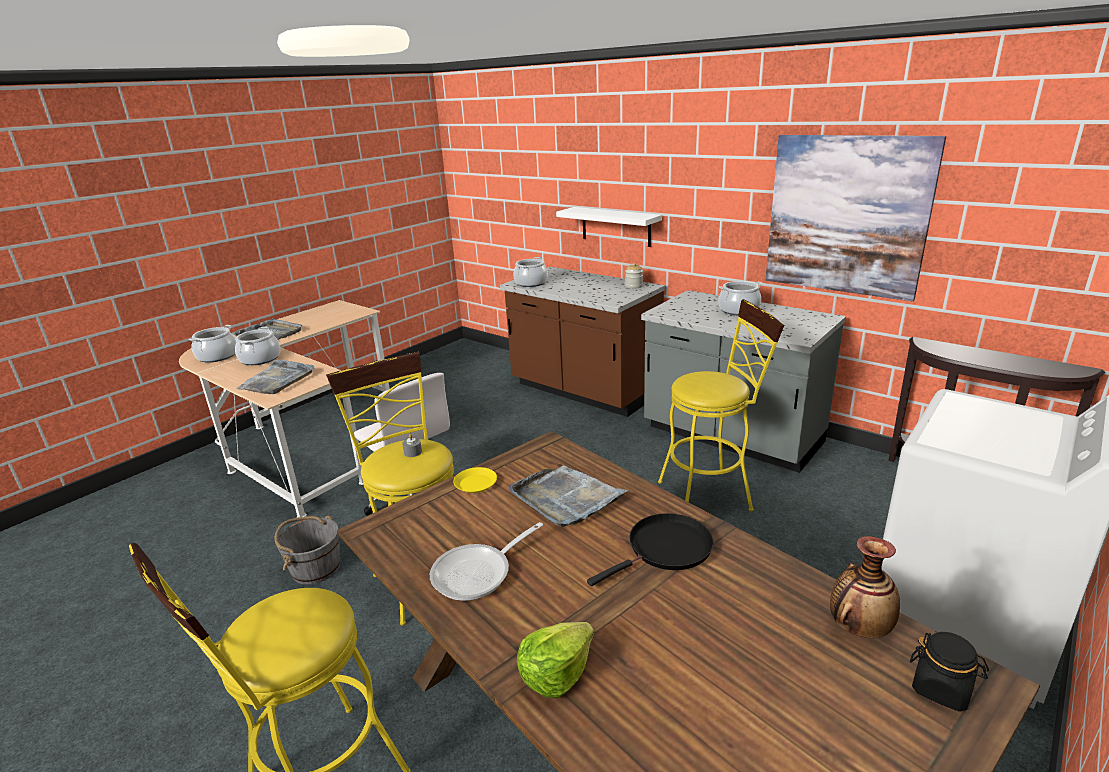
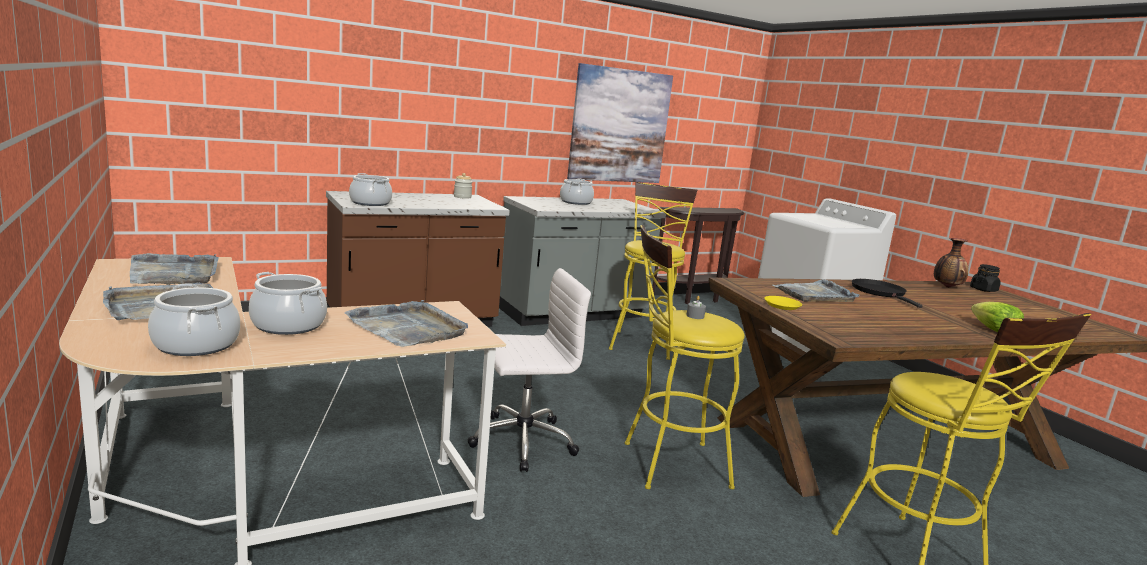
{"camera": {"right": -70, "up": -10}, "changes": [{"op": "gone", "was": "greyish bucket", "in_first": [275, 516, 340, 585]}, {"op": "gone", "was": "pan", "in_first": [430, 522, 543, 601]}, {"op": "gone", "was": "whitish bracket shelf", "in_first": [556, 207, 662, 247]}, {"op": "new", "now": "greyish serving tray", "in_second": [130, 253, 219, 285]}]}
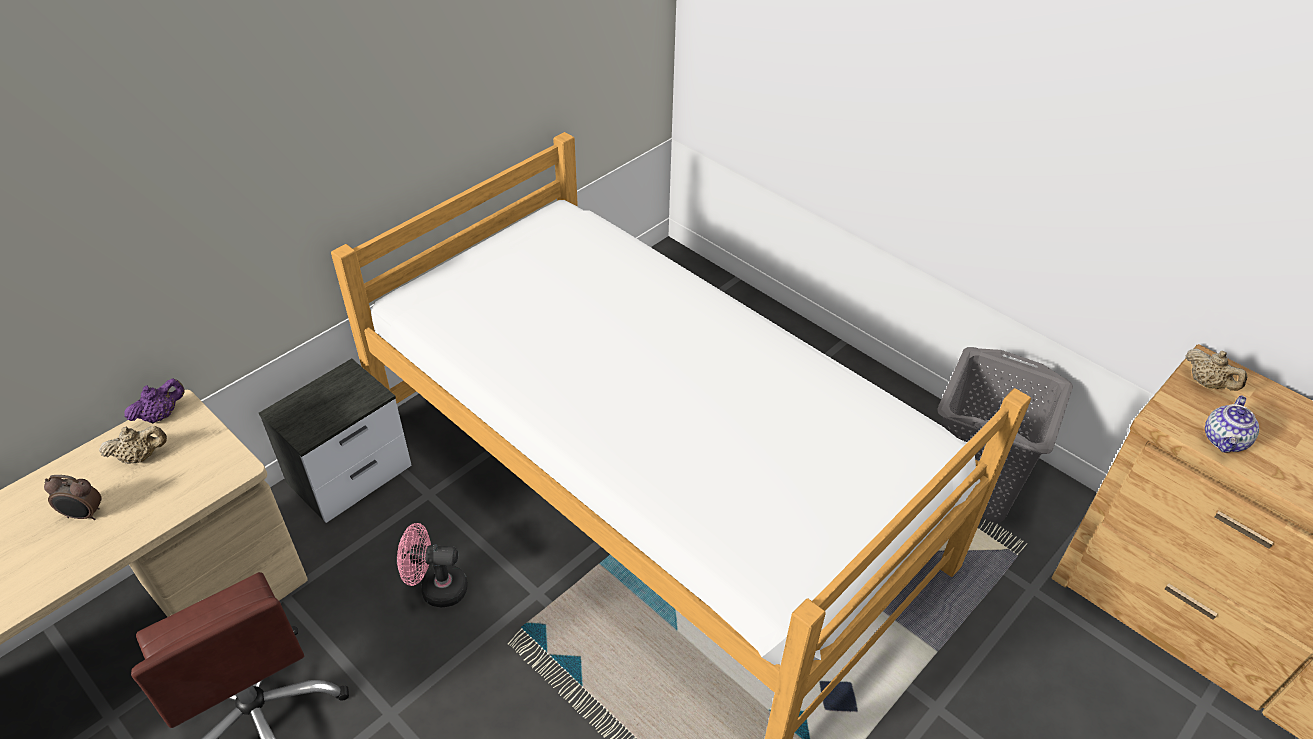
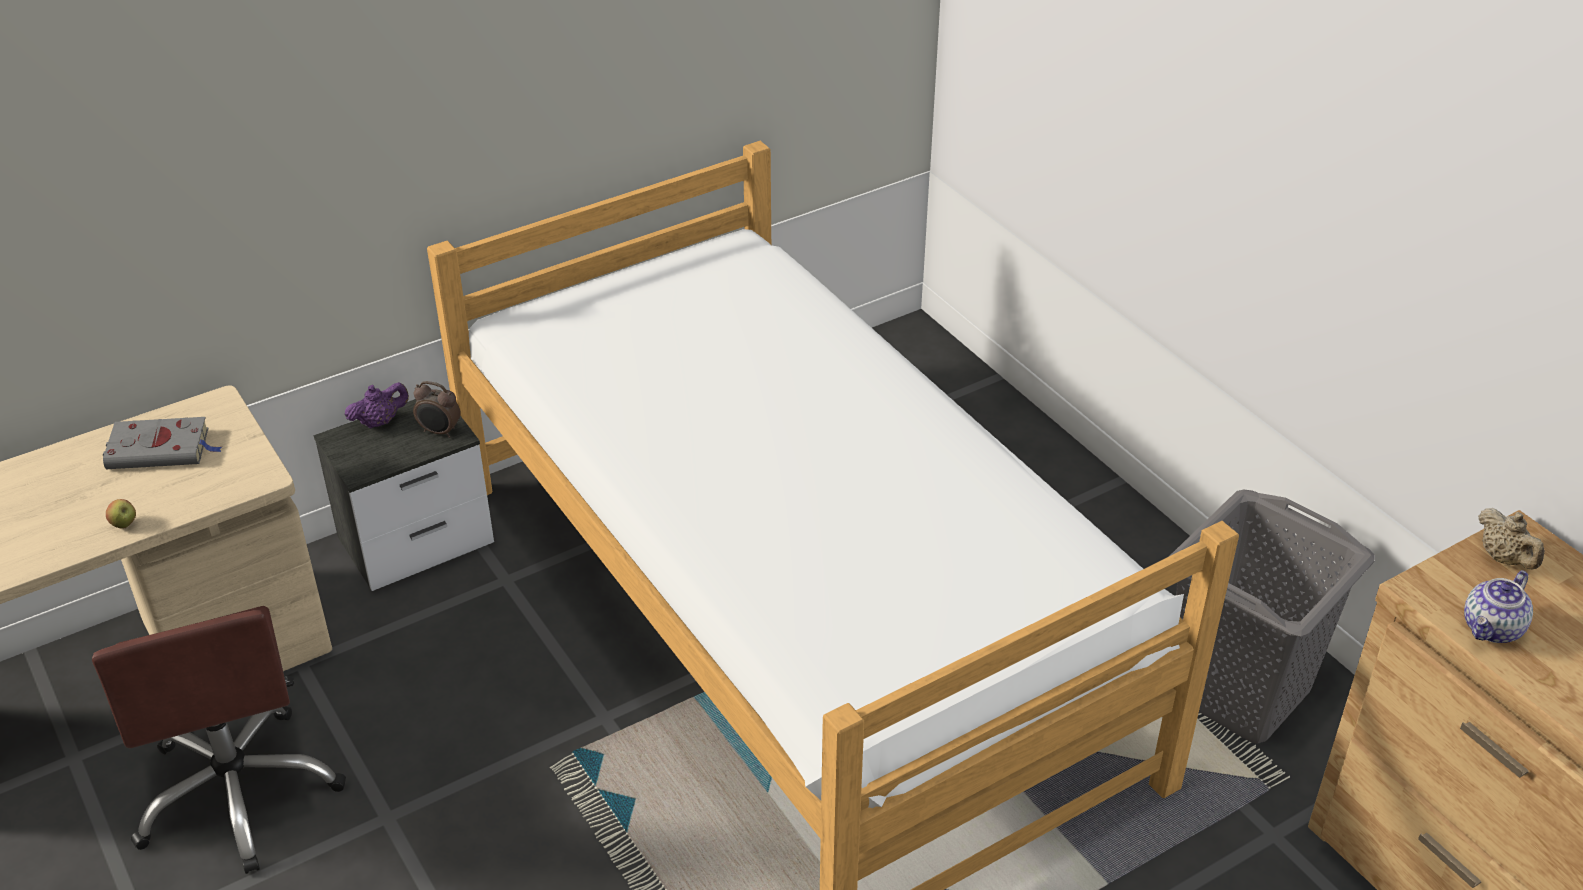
{"camera": {"right": 15, "up": -5}, "changes": [{"op": "gone", "was": "pinkish cooling fan", "in_first": [397, 523, 468, 607]}, {"op": "new", "now": "apple fruit", "in_second": [106, 499, 136, 528]}, {"op": "shifted", "was": "table clock", "in_first": [44, 475, 102, 520], "in_second": [413, 381, 461, 438]}, {"op": "shifted", "was": "purplish pot for tea", "in_first": [124, 378, 185, 424], "in_second": [345, 382, 409, 429]}, {"op": "swapped", "was": "beige pot for tea", "now": "greyish volume", "in_first": [99, 426, 167, 464], "in_second": [103, 417, 222, 469]}]}
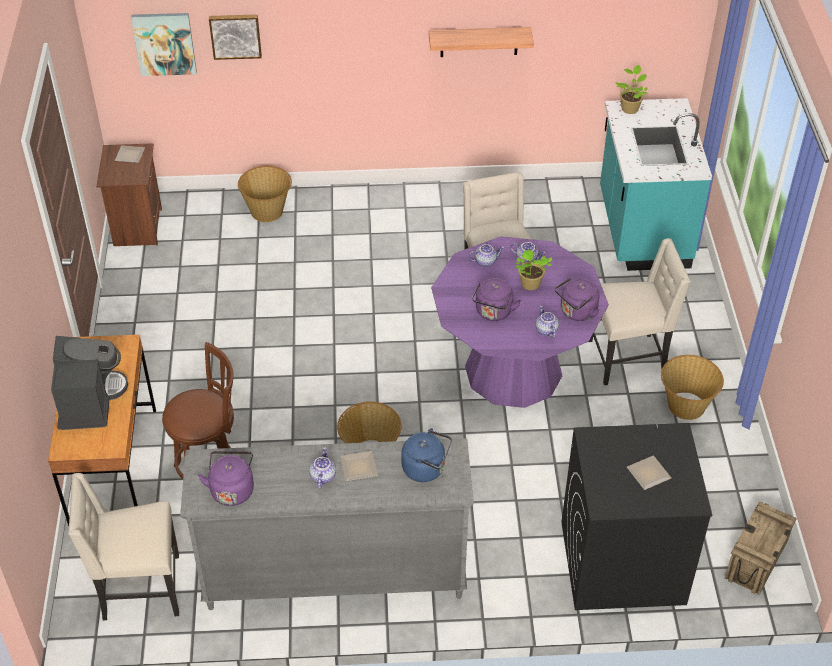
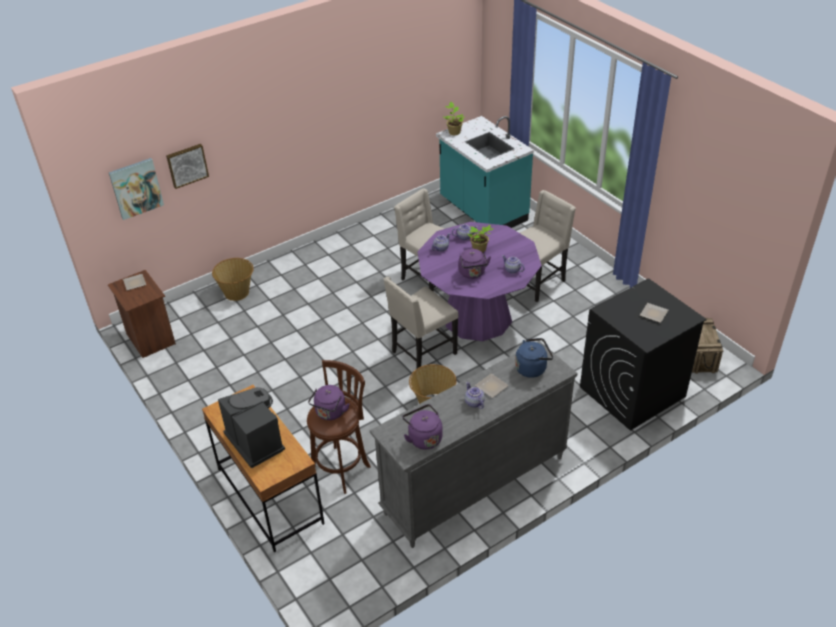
{"camera": {"right": -30, "up": -5}, "changes": [{"op": "gone", "was": "bracket shelf", "in_first": [429, 27, 534, 57]}, {"op": "gone", "was": "household basket", "in_first": [661, 355, 724, 420]}, {"op": "shifted", "was": "beige chair", "in_first": [68, 473, 179, 621], "in_second": [383, 276, 459, 369]}, {"op": "shifted", "was": "purplish kettle", "in_first": [555, 277, 599, 321], "in_second": [308, 385, 349, 420]}]}
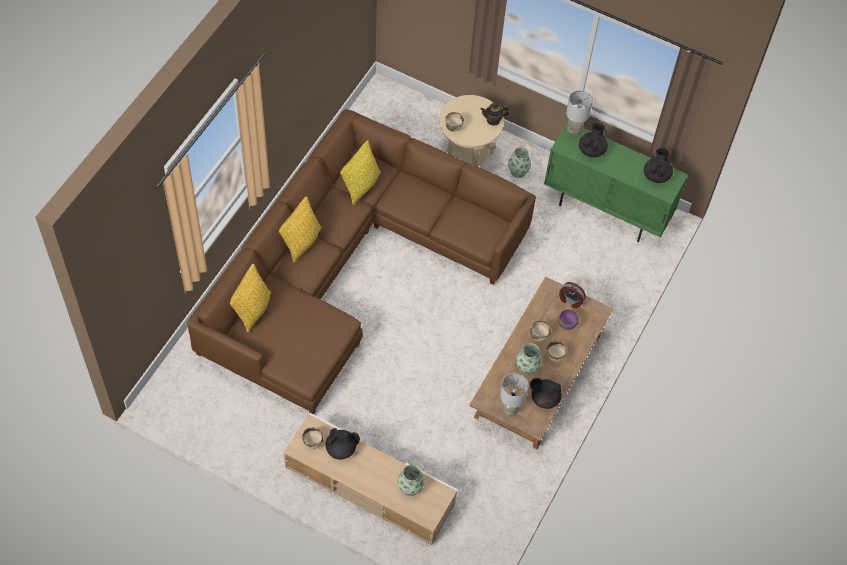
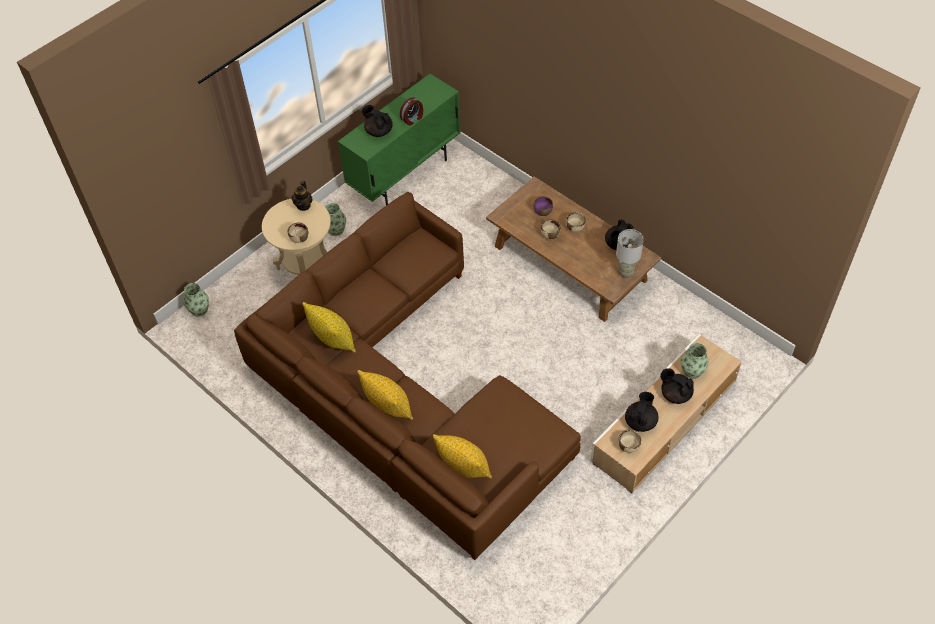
{"camera": {"right": -70, "up": -5}, "changes": [{"op": "gone", "was": "greyish lamp for a table", "in_first": [566, 90, 593, 136]}, {"op": "shifted", "was": "flower vase", "in_first": [516, 343, 542, 375], "in_second": [184, 283, 209, 317]}, {"op": "shifted", "was": "table clock", "in_first": [559, 282, 586, 308], "in_second": [400, 97, 423, 126]}, {"op": "shifted", "was": "blackish pot for tea", "in_first": [644, 148, 673, 183], "in_second": [660, 368, 694, 404]}]}
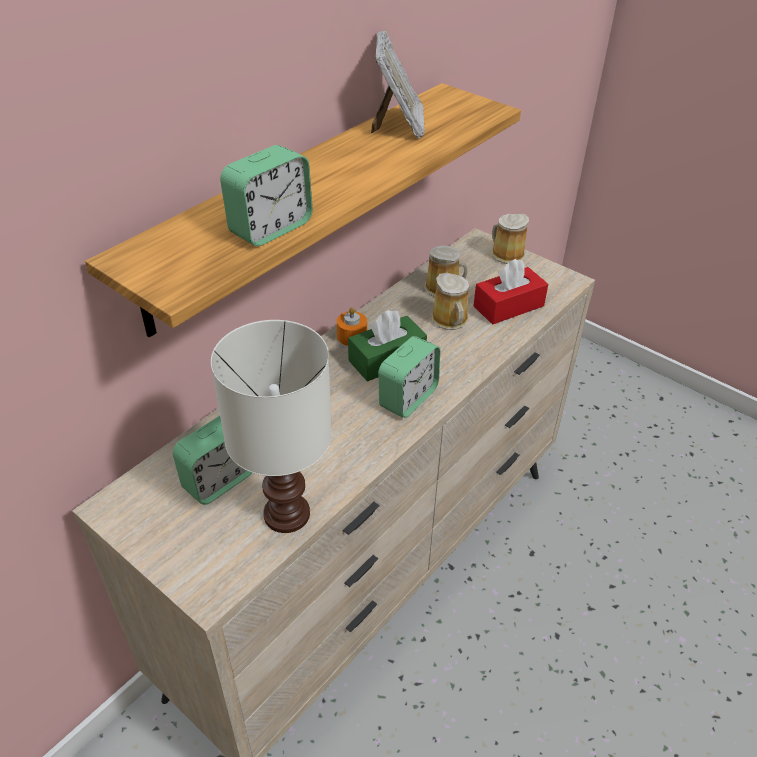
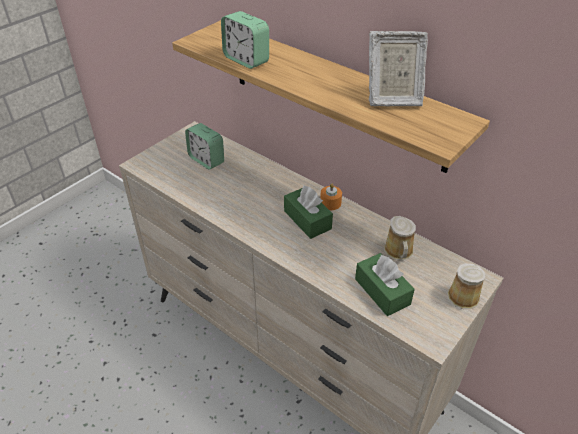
{"camera": {"right": 90, "up": 0}, "changes": [{"op": "gone", "was": "whitish lamp for a table", "in_first": [211, 320, 332, 533]}, {"op": "gone", "was": "table clock", "in_first": [378, 336, 440, 418]}, {"op": "gone", "was": "coffee mug", "in_first": [431, 273, 469, 330]}, {"op": "repainted", "was": "reddish tissue holder", "now": "green-coloured tissue holder", "in_first": [473, 259, 548, 325], "in_second": [355, 253, 415, 316]}]}
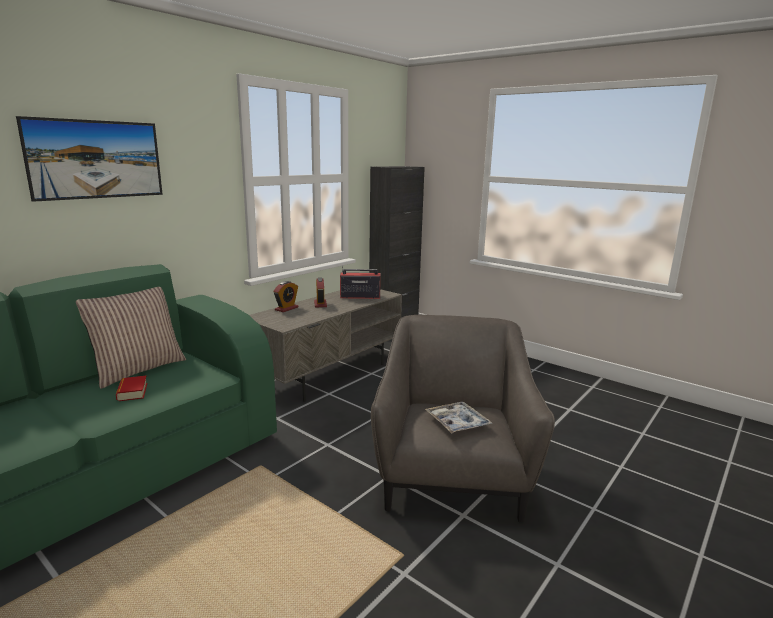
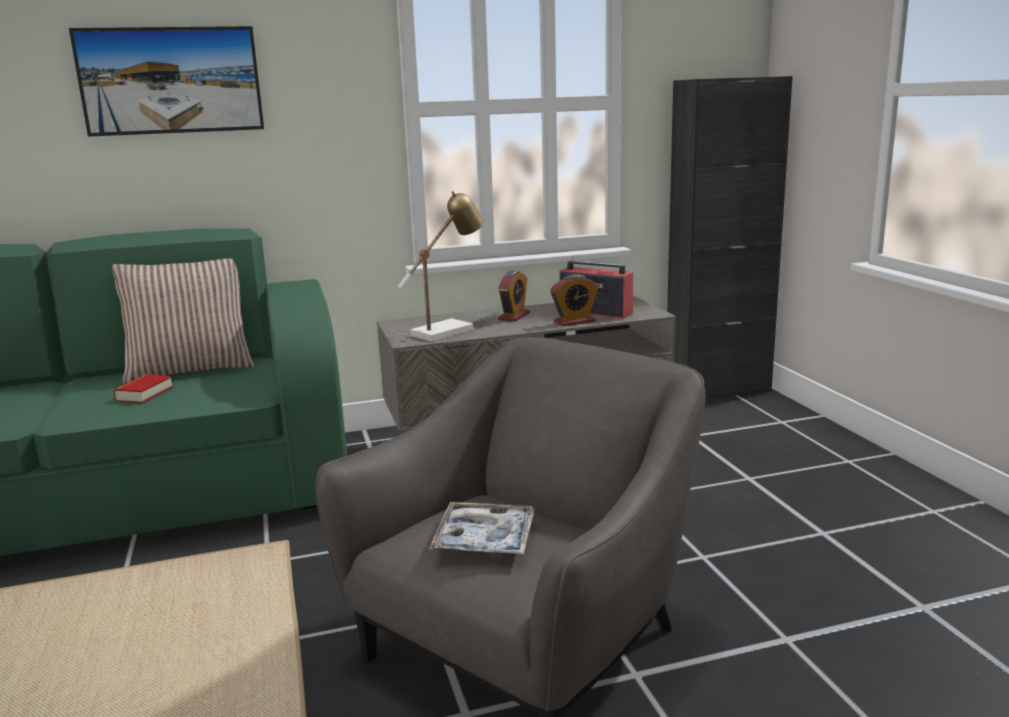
{"camera": {"right": 35, "up": 0}, "changes": [{"op": "new", "now": "lamp for a table", "in_second": [397, 191, 484, 342]}, {"op": "shifted", "was": "table clock", "in_first": [273, 281, 298, 312], "in_second": [550, 274, 598, 326]}]}
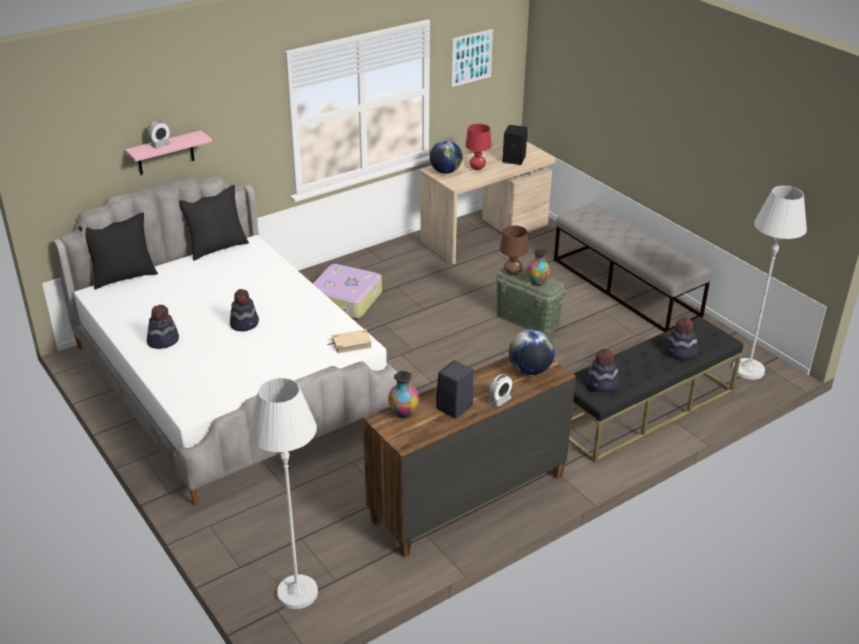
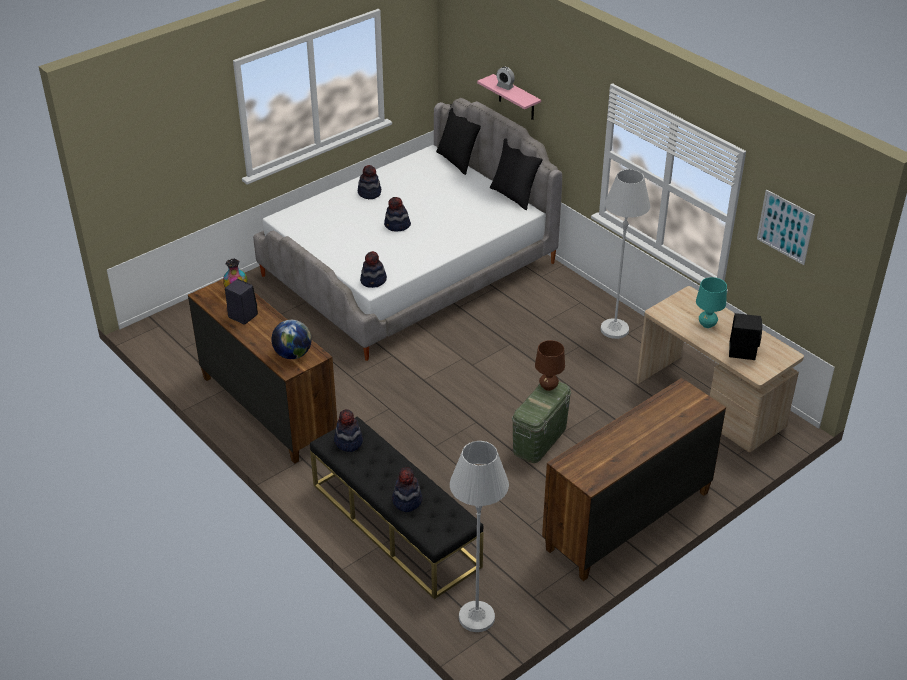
{"camera": {"right": 85, "up": 5}, "changes": [{"op": "gone", "was": "piece of luggage", "in_first": [313, 264, 382, 319]}, {"op": "gone", "was": "world globe", "in_first": [430, 140, 462, 174]}, {"op": "gone", "was": "table clock", "in_first": [488, 374, 512, 407]}, {"op": "gone", "was": "flower vase", "in_first": [527, 249, 550, 286]}, {"op": "shifted", "was": "whitish standing lamp", "in_first": [248, 377, 318, 609], "in_second": [600, 169, 650, 339]}, {"op": "swapped", "was": "beige volume", "now": "clothing hat", "in_first": [327, 329, 372, 354], "in_second": [360, 251, 387, 288]}, {"op": "swapped", "was": "greyish indoor bench", "now": "brown drawer chest", "in_first": [554, 203, 712, 332], "in_second": [542, 378, 726, 581]}, {"op": "repainted", "was": "reddish lamp for a table", "now": "blue-green lamp for a table", "in_first": [466, 124, 491, 170], "in_second": [696, 277, 727, 328]}]}
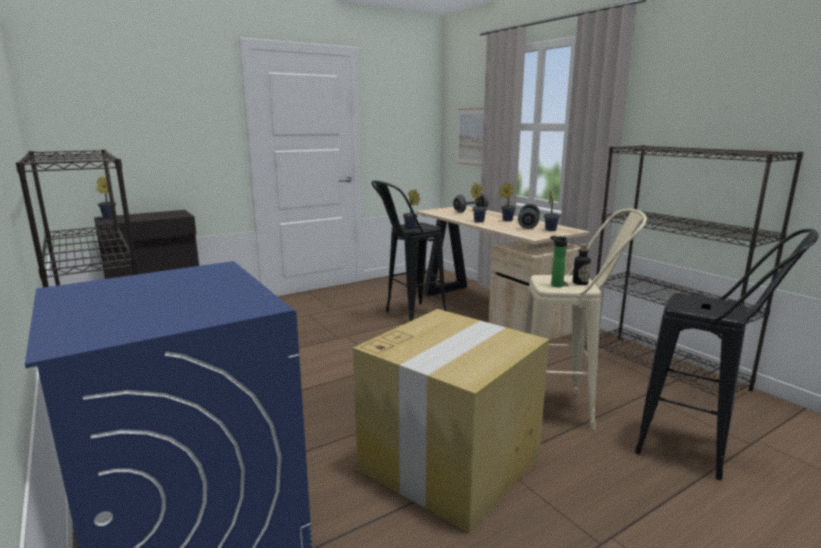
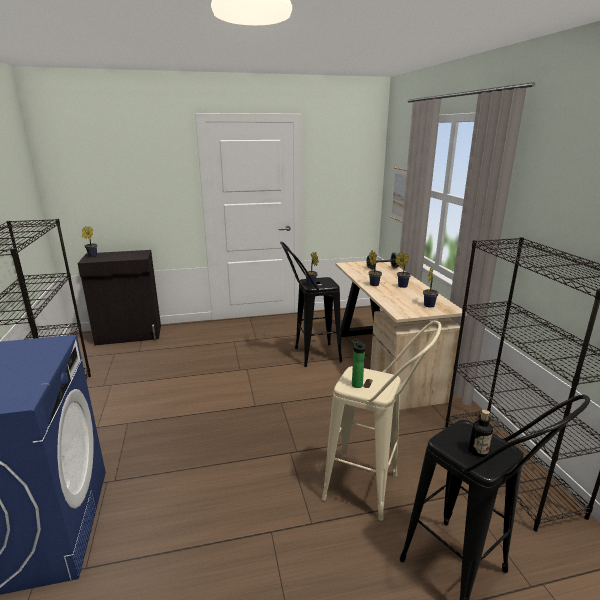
{"camera": {"right": 20, "up": 5}, "changes": [{"op": "gone", "was": "cardboard box", "in_first": [353, 309, 549, 534]}, {"op": "gone", "was": "greyish hand weight", "in_first": [518, 204, 540, 229]}, {"op": "shifted", "was": "drink bottle", "in_first": [573, 244, 591, 285], "in_second": [469, 410, 493, 457]}]}
